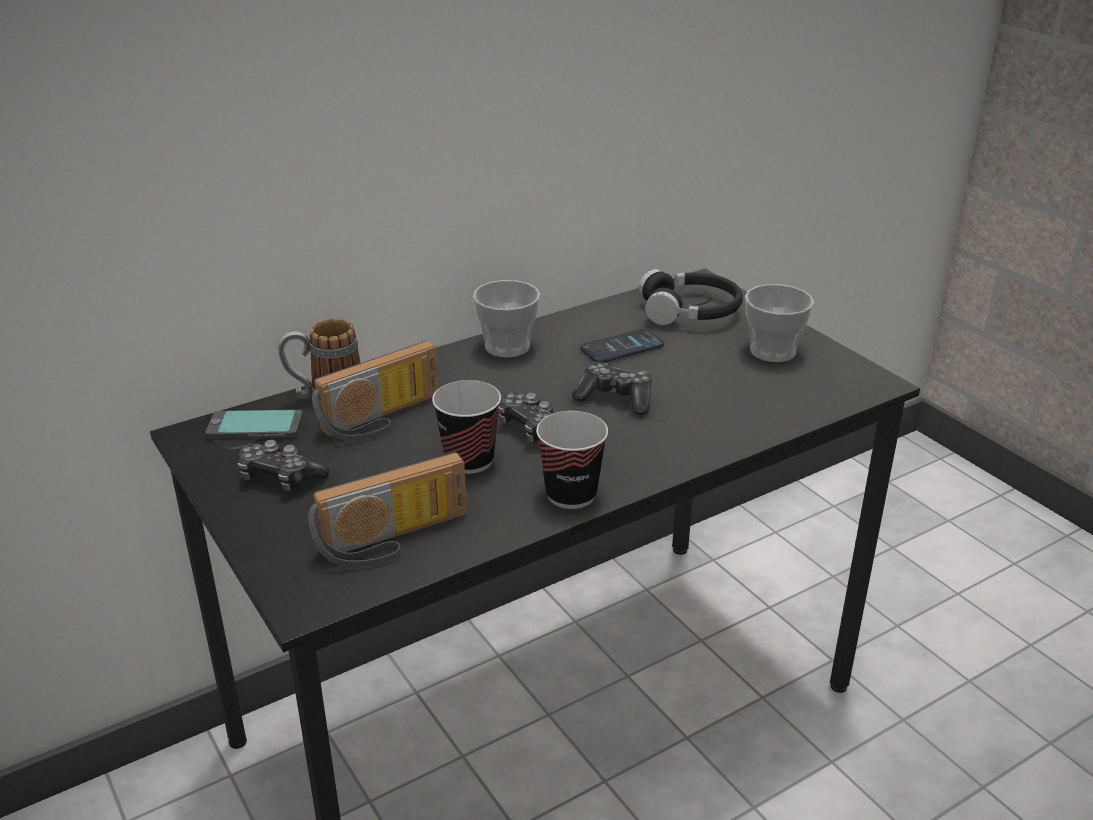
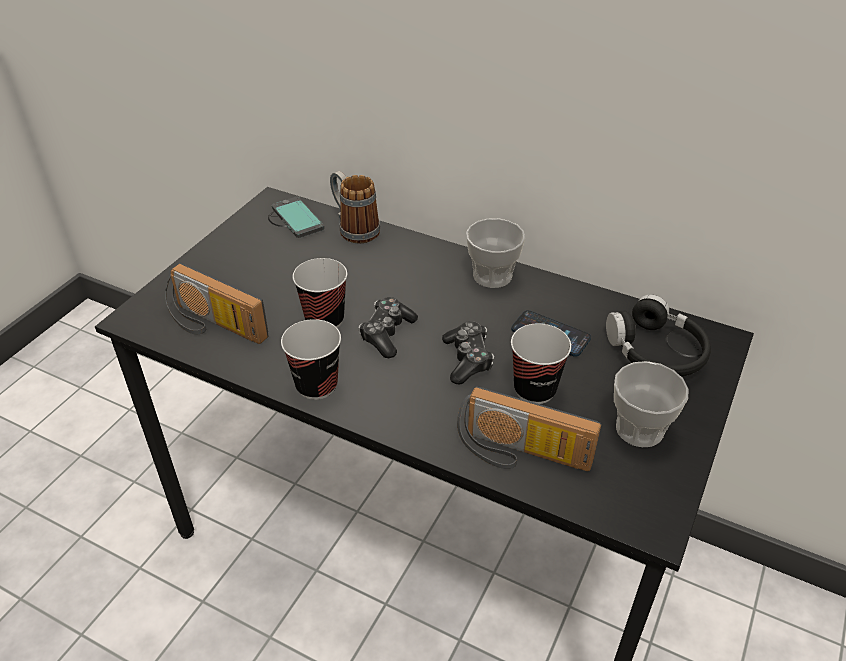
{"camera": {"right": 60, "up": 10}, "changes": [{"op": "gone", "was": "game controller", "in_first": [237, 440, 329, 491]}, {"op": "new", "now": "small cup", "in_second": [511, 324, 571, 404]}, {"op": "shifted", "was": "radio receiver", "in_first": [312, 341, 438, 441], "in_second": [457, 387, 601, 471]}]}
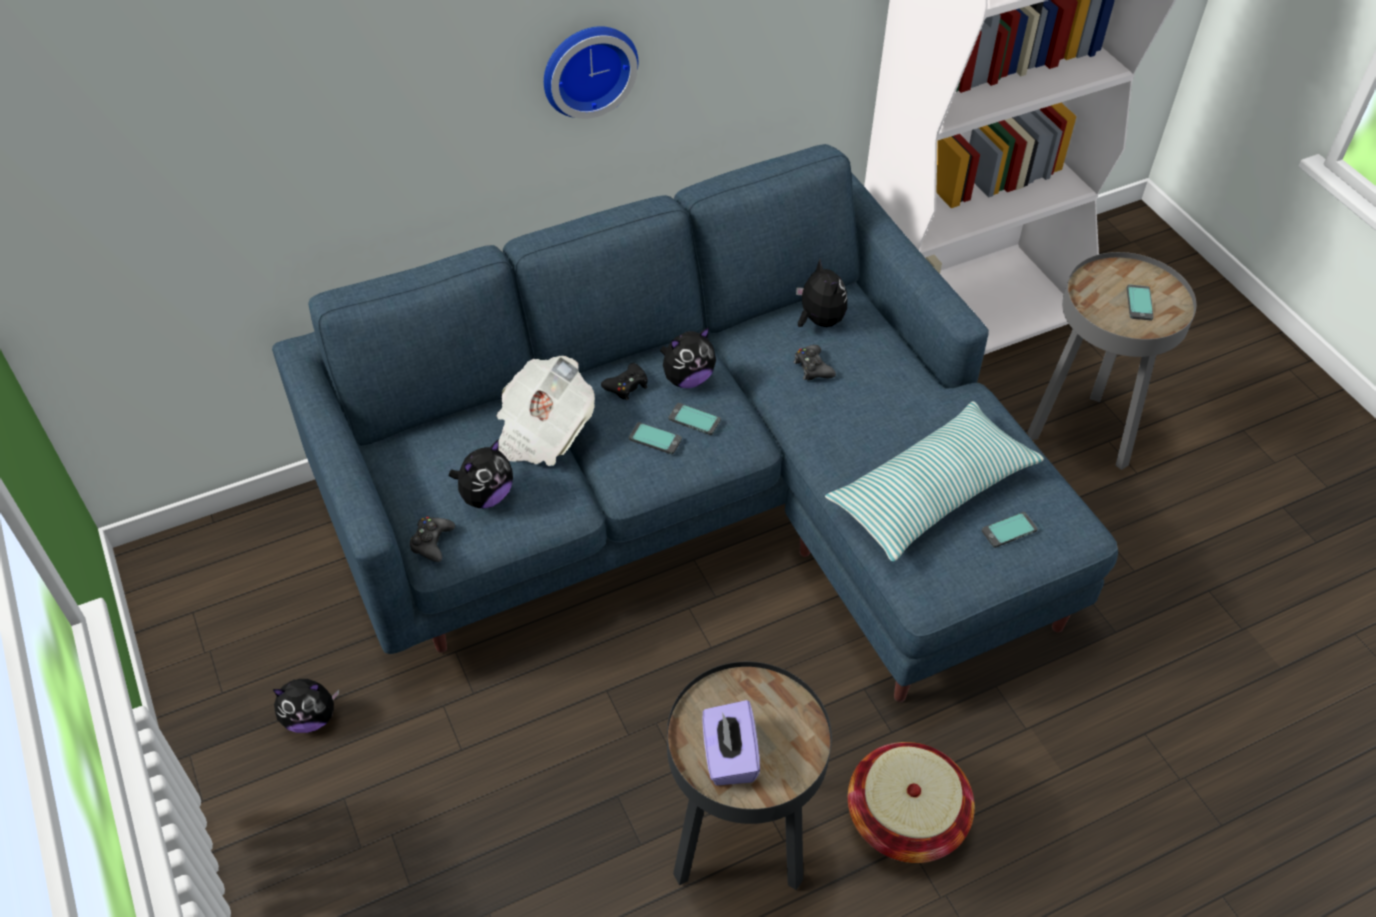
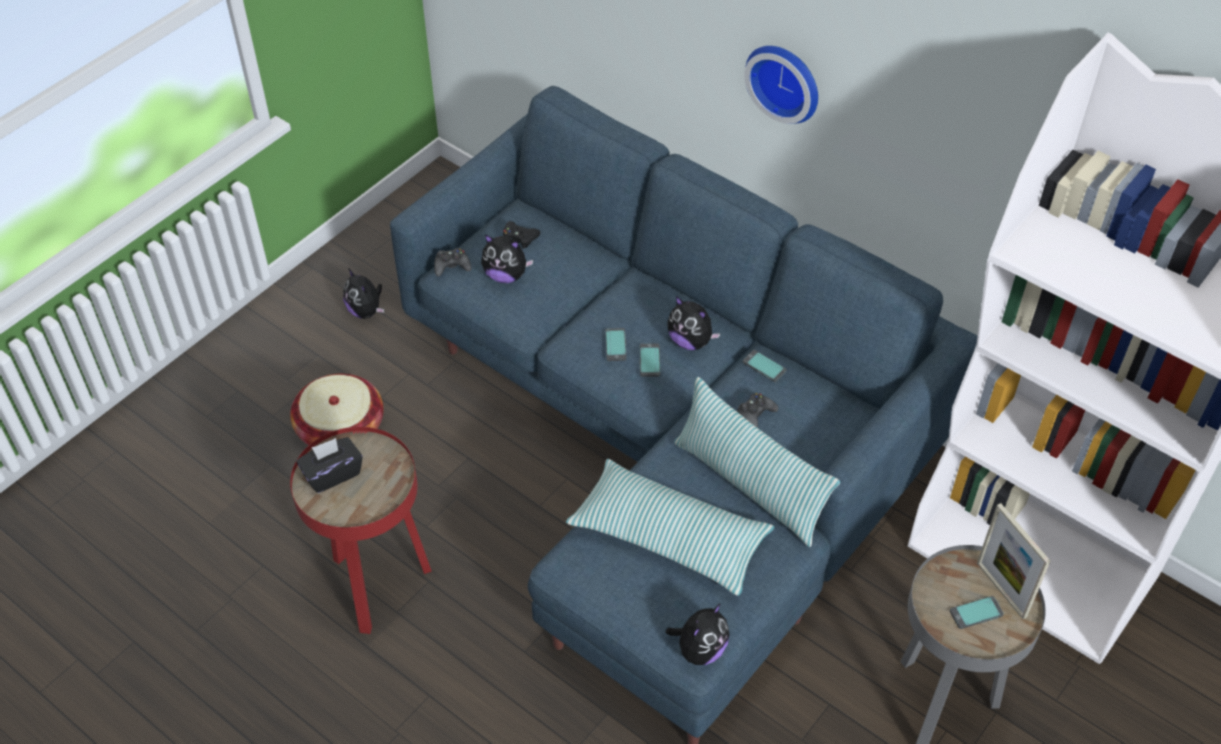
{"camera": {"right": 65, "up": 0}, "changes": [{"op": "gone", "was": "daily paper", "in_first": [497, 356, 595, 466]}, {"op": "new", "now": "throw pillow", "in_second": [674, 377, 840, 547]}, {"op": "new", "now": "picture frame", "in_second": [977, 503, 1050, 619]}, {"op": "shifted", "was": "blackish game controller", "in_first": [601, 363, 648, 400], "in_second": [503, 221, 541, 249]}, {"op": "shifted", "was": "plush toy", "in_first": [796, 259, 847, 327], "in_second": [665, 603, 730, 665]}, {"op": "shifted", "was": "household basket", "in_first": [848, 742, 975, 863], "in_second": [290, 374, 384, 445]}, {"op": "shifted", "was": "phone", "in_first": [982, 512, 1038, 548], "in_second": [743, 350, 787, 382]}, {"op": "repainted", "was": "blackish side table", "now": "reddish side table", "in_first": [667, 662, 832, 890], "in_second": [290, 427, 432, 634]}, {"op": "repainted", "was": "purplish tissue holder", "now": "blackish tissue holder", "in_first": [702, 700, 760, 786], "in_second": [296, 437, 363, 493]}]}
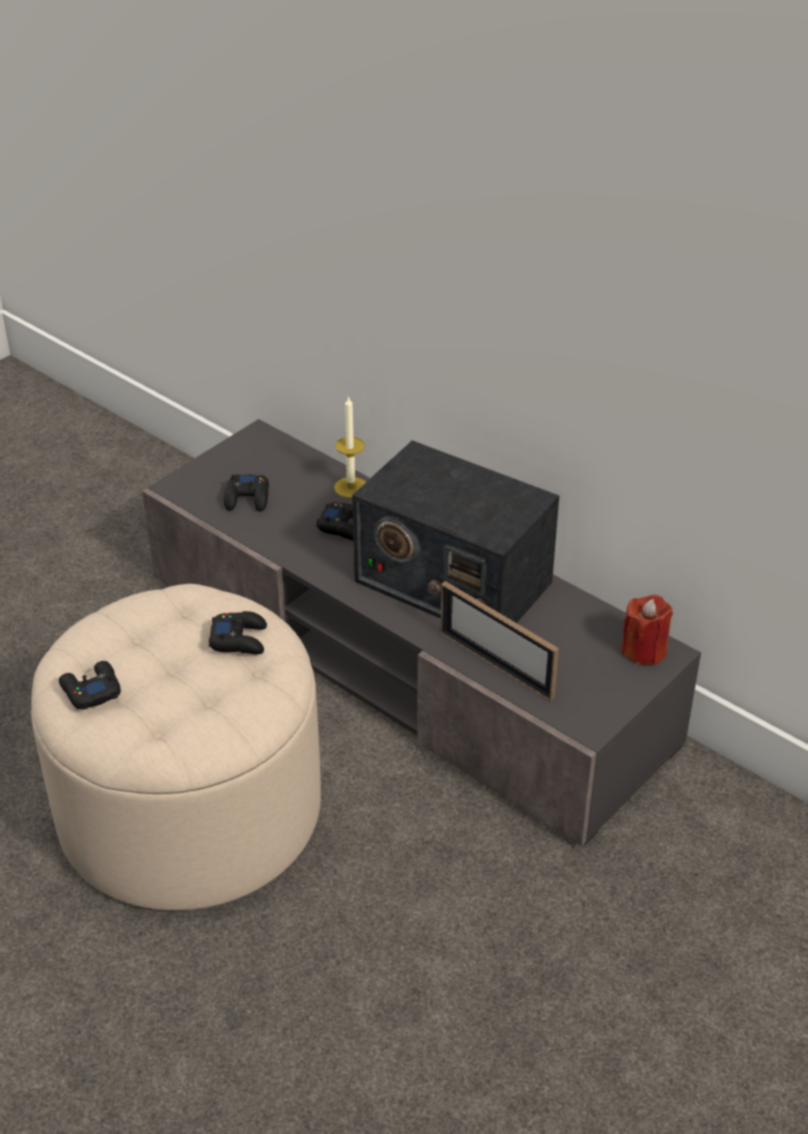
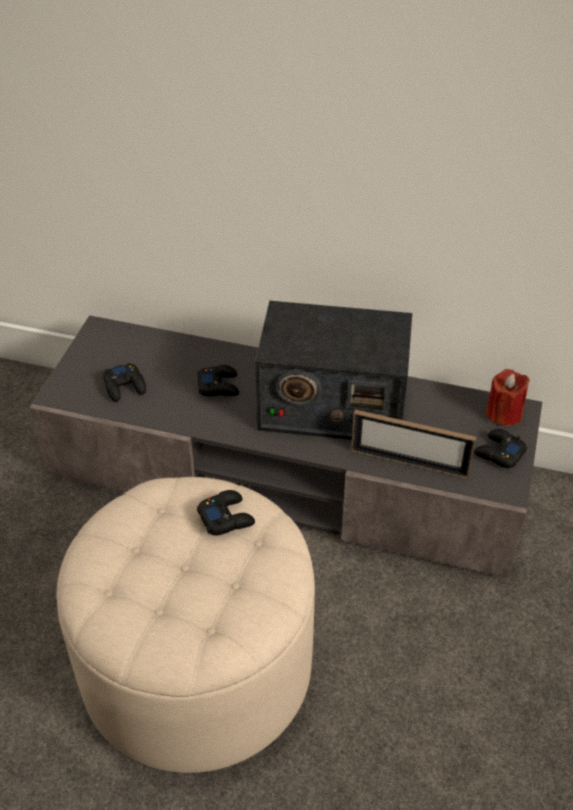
{"camera": {"right": -25, "up": 5}, "changes": [{"op": "gone", "was": "candle", "in_first": [334, 396, 366, 498]}, {"op": "shifted", "was": "blackish game controller", "in_first": [59, 661, 121, 710], "in_second": [474, 429, 527, 468]}]}
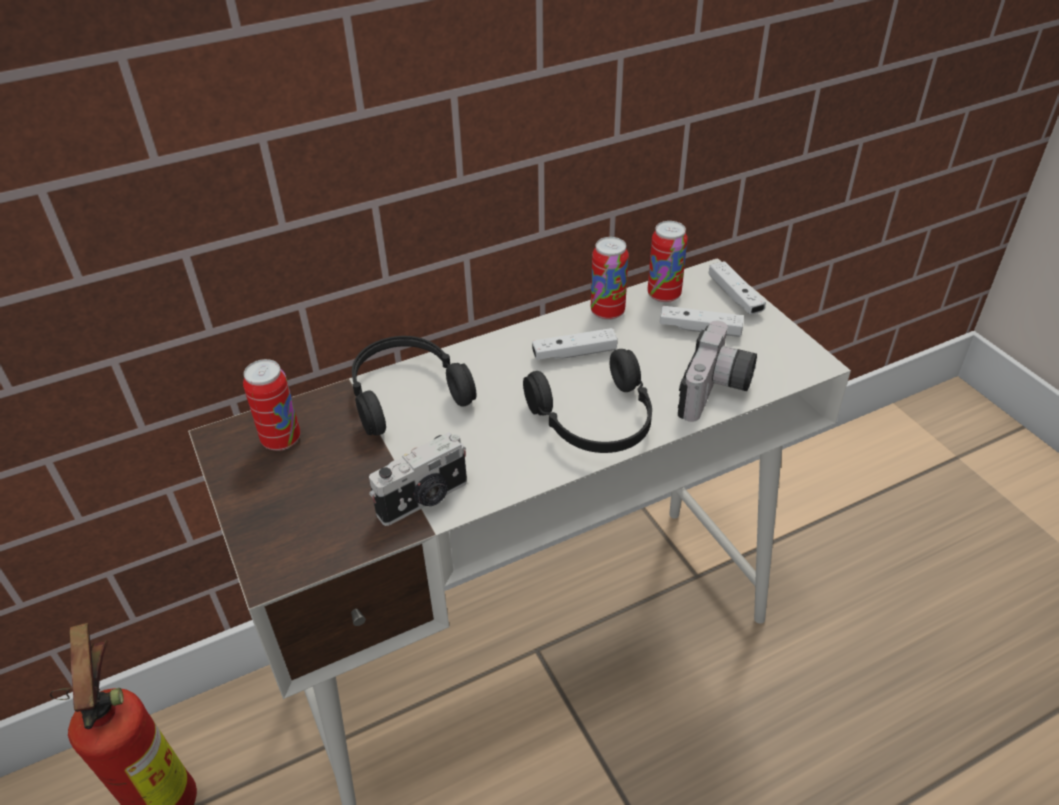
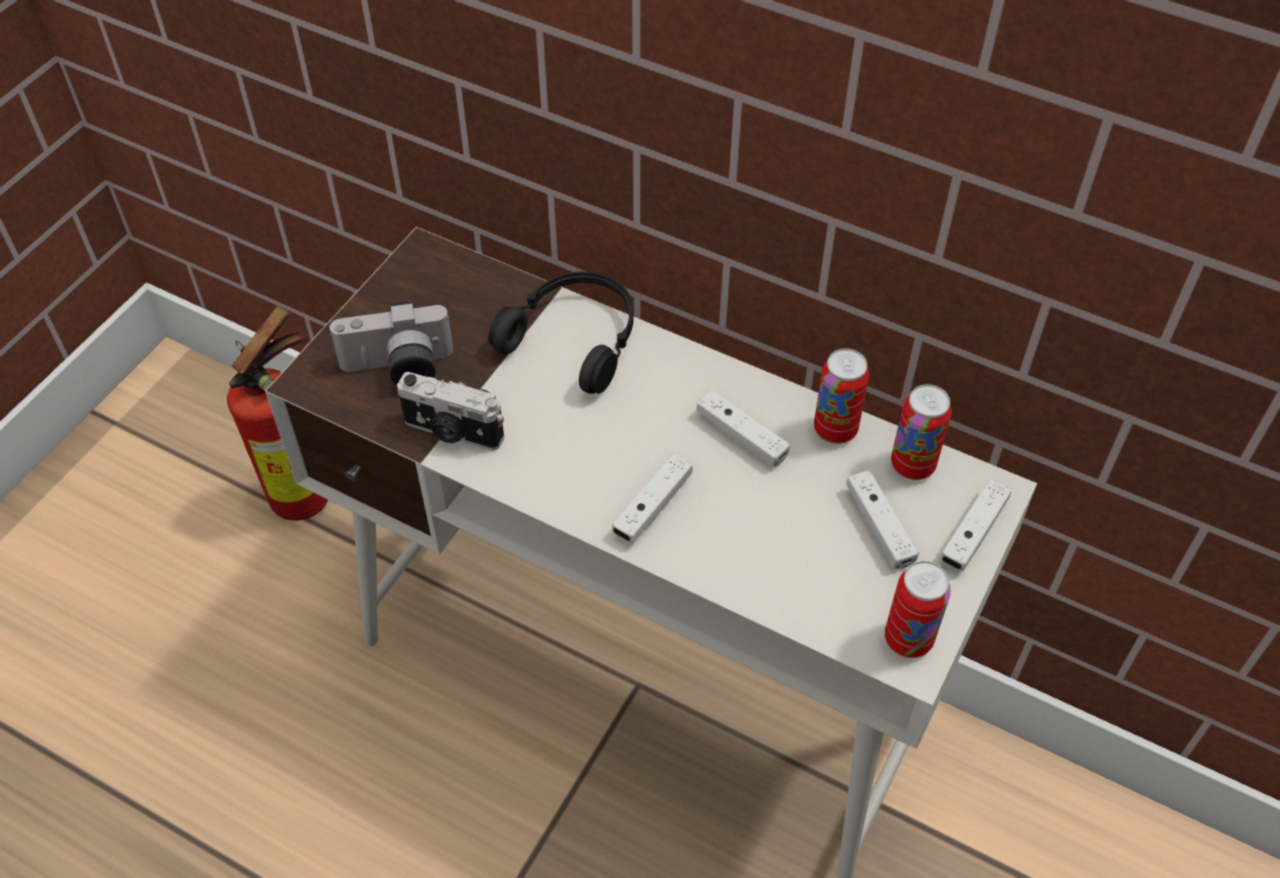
{"camera": {"right": 55, "up": 10}, "changes": [{"op": "shifted", "was": "metal can", "in_first": [243, 359, 300, 451], "in_second": [885, 561, 951, 658]}, {"op": "shifted", "was": "still camera", "in_first": [678, 321, 757, 422], "in_second": [329, 301, 453, 385]}, {"op": "swapped", "was": "blackish headphones", "now": "whitish game controller", "in_first": [523, 349, 652, 453], "in_second": [612, 454, 693, 543]}]}
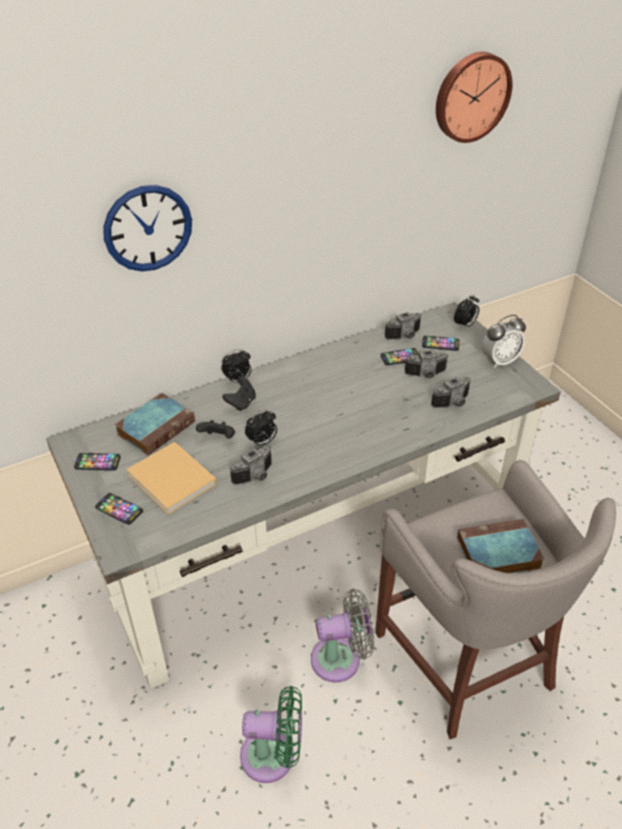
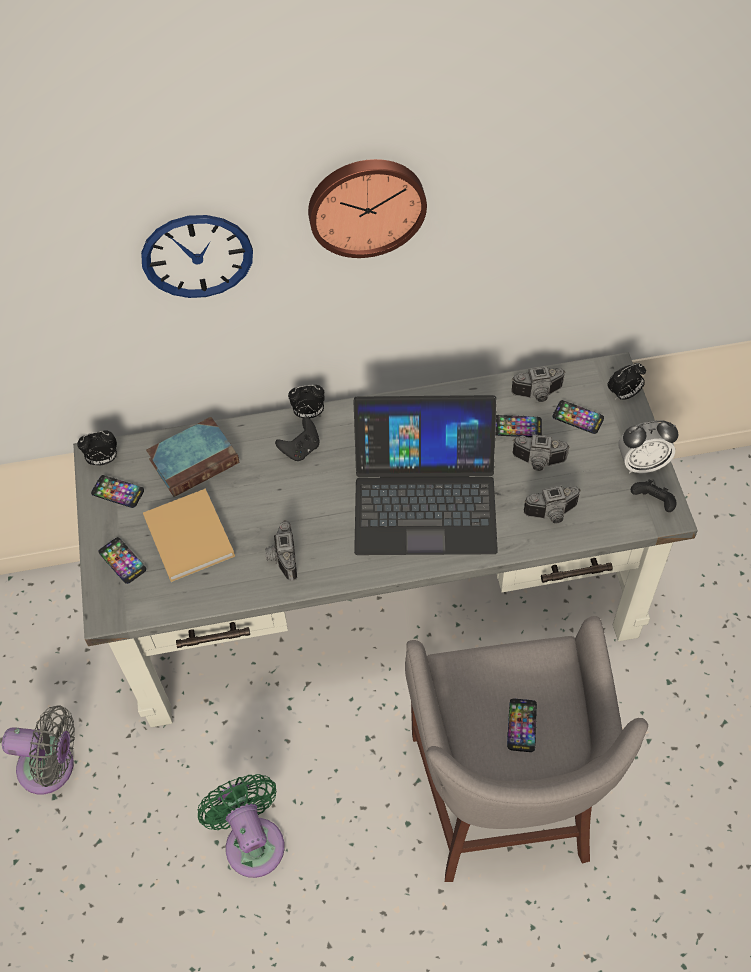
{"camera": {"right": 20, "up": 15}, "changes": [{"op": "new", "now": "laptop", "in_second": [353, 395, 498, 555]}, {"op": "shifted", "was": "blackish game controller", "in_first": [196, 420, 235, 438], "in_second": [631, 480, 677, 512]}, {"op": "shifted", "was": "table clock", "in_first": [245, 409, 277, 447], "in_second": [77, 430, 117, 466]}, {"op": "shifted", "was": "greyish cooling fan", "in_first": [311, 589, 374, 682], "in_second": [2, 705, 75, 794]}, {"op": "shifted", "was": "clock on the wall", "in_first": [436, 52, 513, 143], "in_second": [308, 159, 427, 258]}, {"op": "swapped", "was": "volume", "now": "phone", "in_first": [457, 519, 544, 573], "in_second": [507, 699, 537, 752]}, {"op": "rotated", "was": "still camera", "in_first": [230, 446, 272, 485], "in_second": [265, 520, 297, 581], "clockwise": 105}, {"op": "rotated", "was": "green-coloured cooling fan", "in_first": [240, 686, 302, 783], "in_second": [198, 774, 285, 878], "clockwise": -135}]}
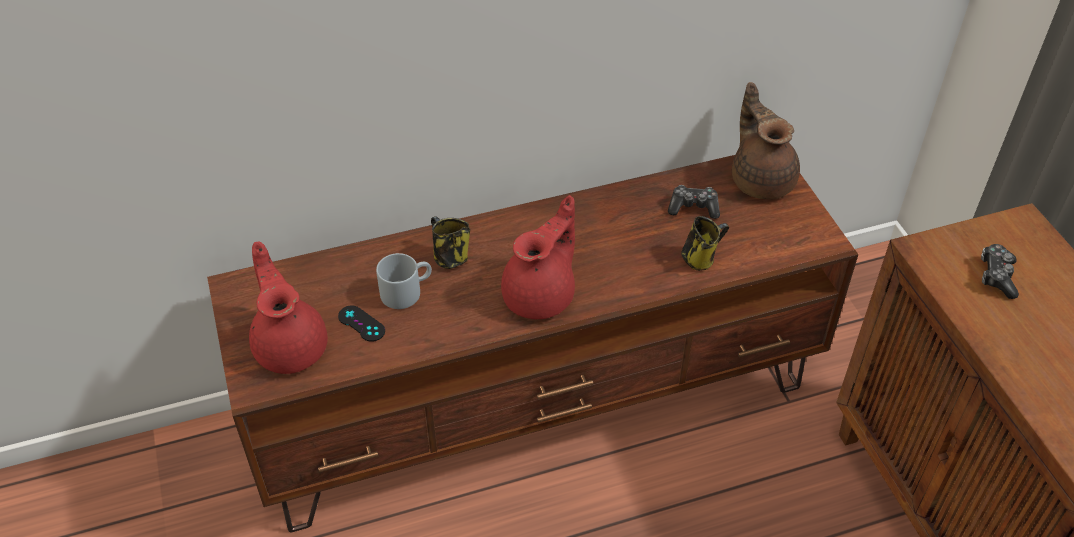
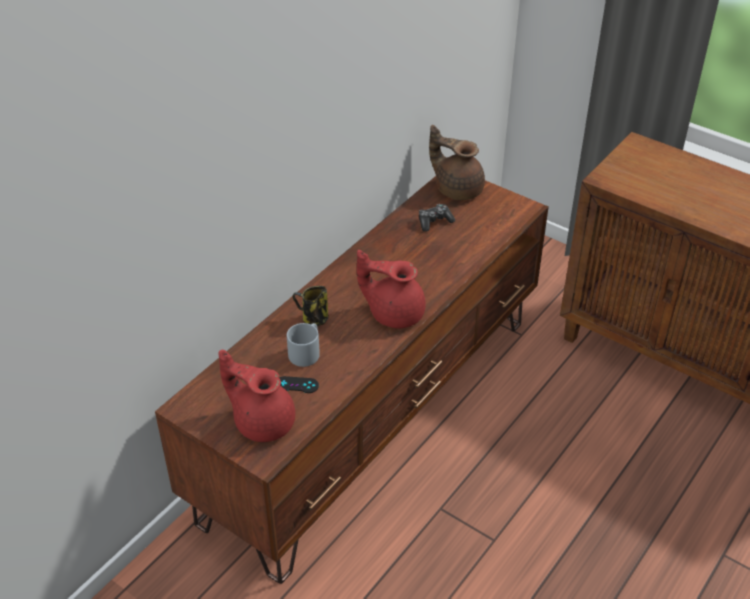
{"camera": {"right": -35, "up": -5}, "changes": [{"op": "gone", "was": "coffee mug", "in_first": [681, 216, 729, 271]}, {"op": "gone", "was": "game controller", "in_first": [981, 244, 1019, 299]}, {"op": "rotated", "was": "reddish pot for tea", "in_first": [501, 195, 575, 319], "in_second": [357, 250, 426, 328], "clockwise": -75}]}
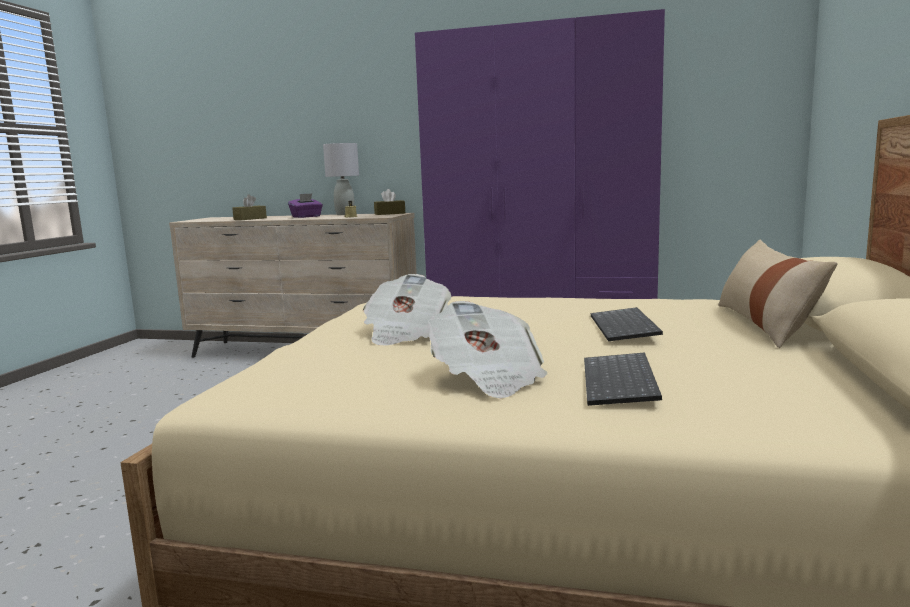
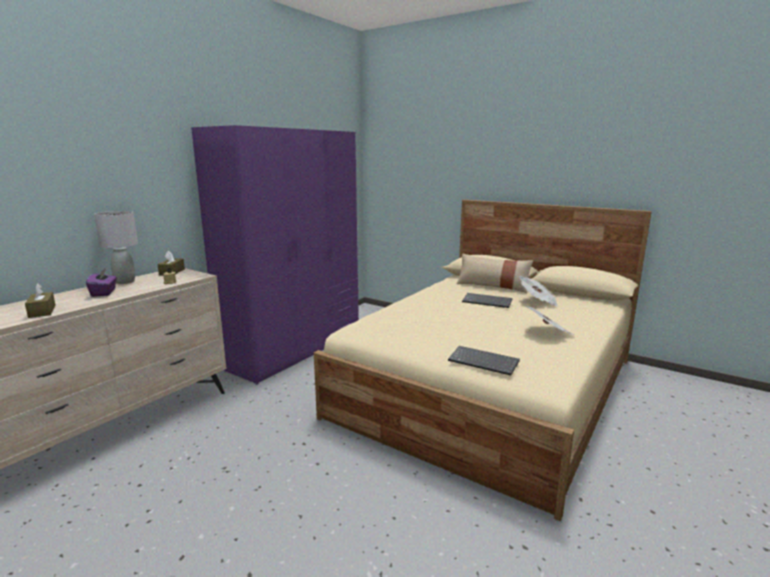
{"camera": {"right": -70, "up": 5}, "changes": [{"op": "shifted", "was": "daily paper", "in_first": [363, 274, 452, 345], "in_second": [519, 276, 558, 307]}, {"op": "shifted", "was": "keyboard", "in_first": [584, 353, 662, 406], "in_second": [448, 346, 520, 376]}]}
